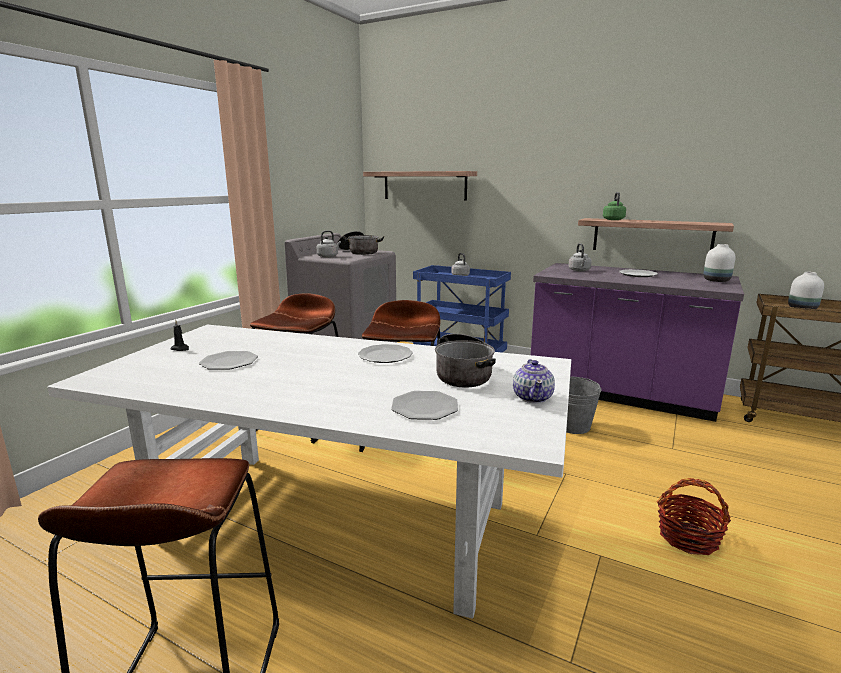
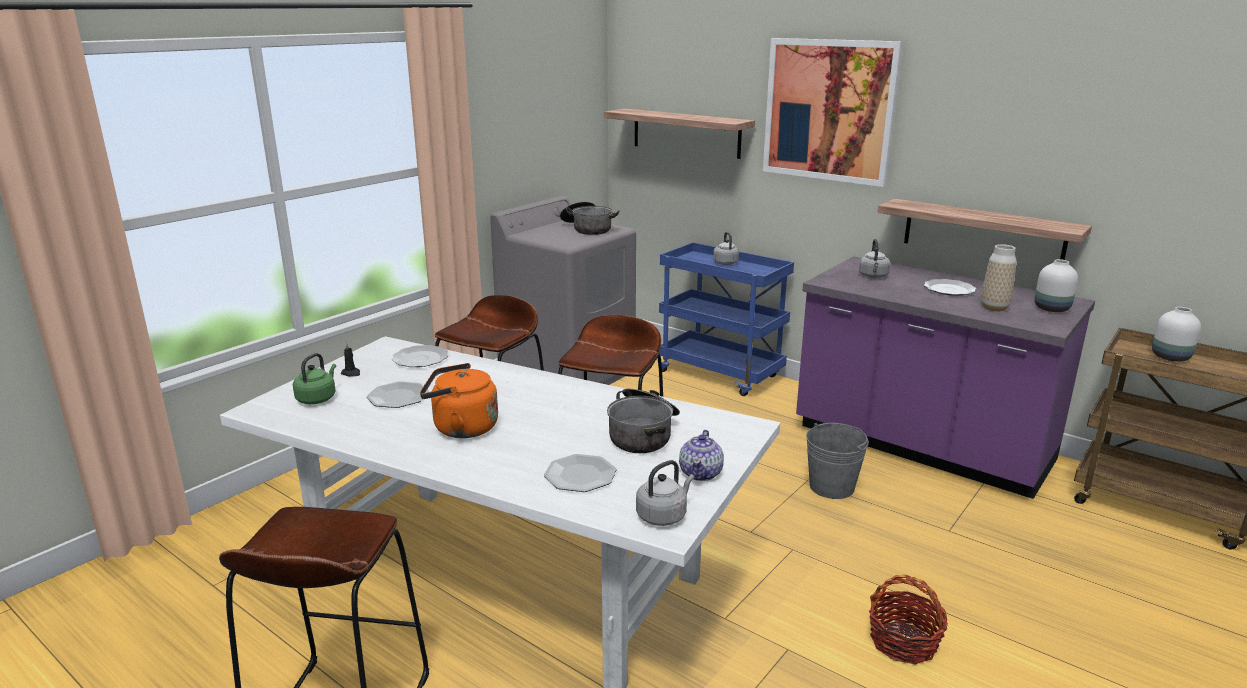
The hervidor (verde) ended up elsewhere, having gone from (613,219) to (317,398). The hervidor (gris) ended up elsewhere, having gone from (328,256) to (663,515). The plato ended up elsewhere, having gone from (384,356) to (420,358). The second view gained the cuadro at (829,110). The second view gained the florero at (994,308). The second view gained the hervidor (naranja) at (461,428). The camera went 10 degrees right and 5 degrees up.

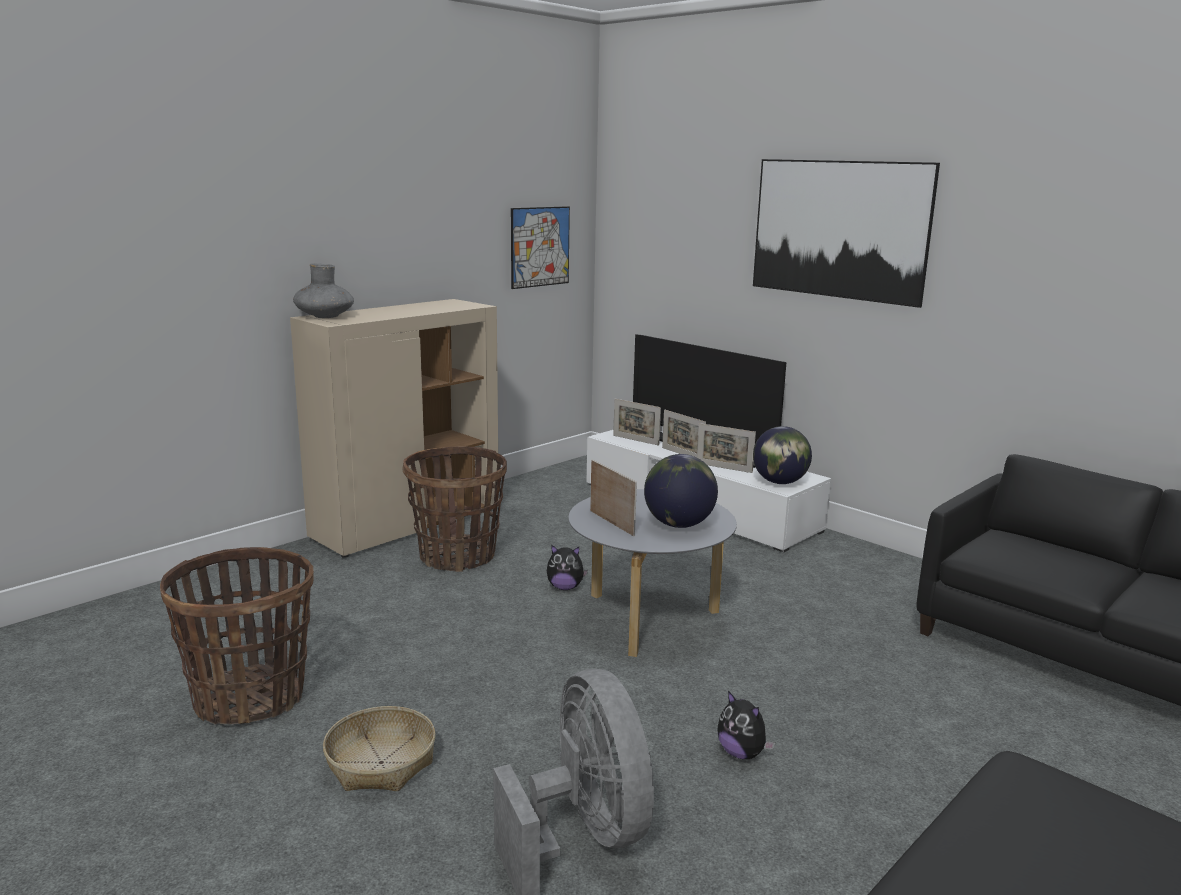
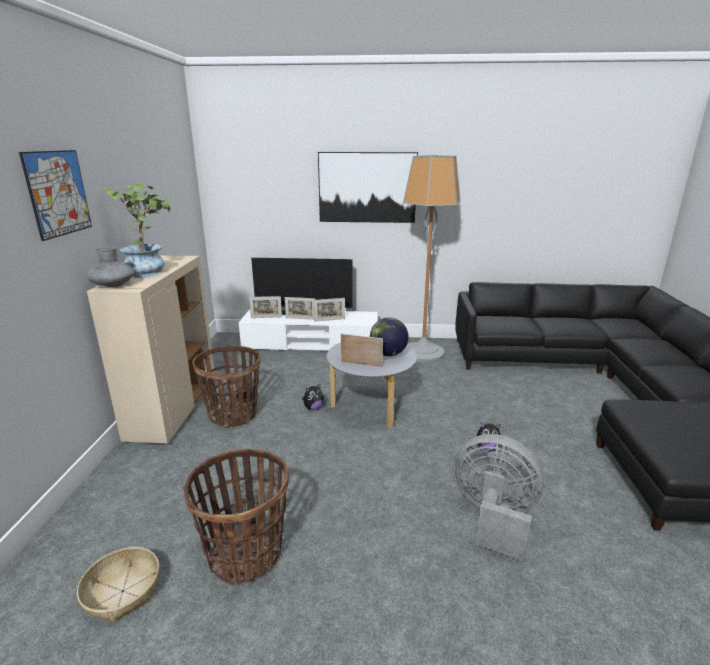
The cuadro ended up elsewhere, having gone from (540,247) to (58,193). The second view lost the globo terráqueo at (779,482). The cesta ended up elsewhere, having gone from (381,762) to (122,591). The second view gained the lámpara de pie at (423,352). The second view gained the planta en maceta at (149,271). The camera went 40 degrees left and 5 degrees up.

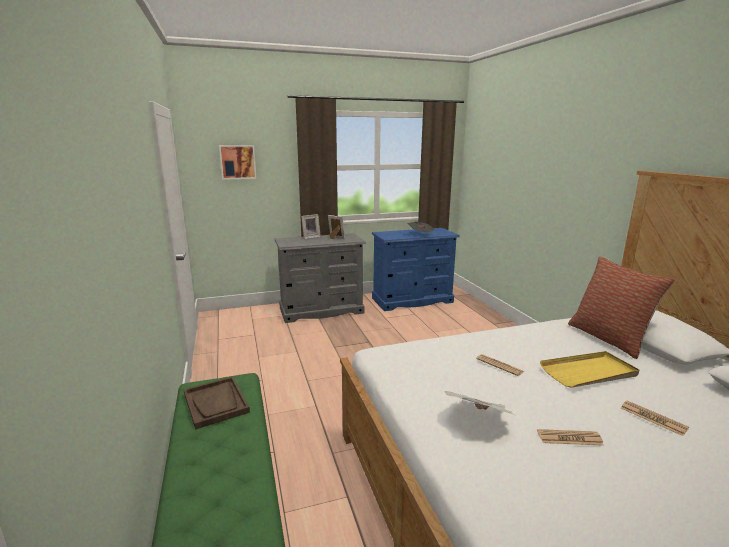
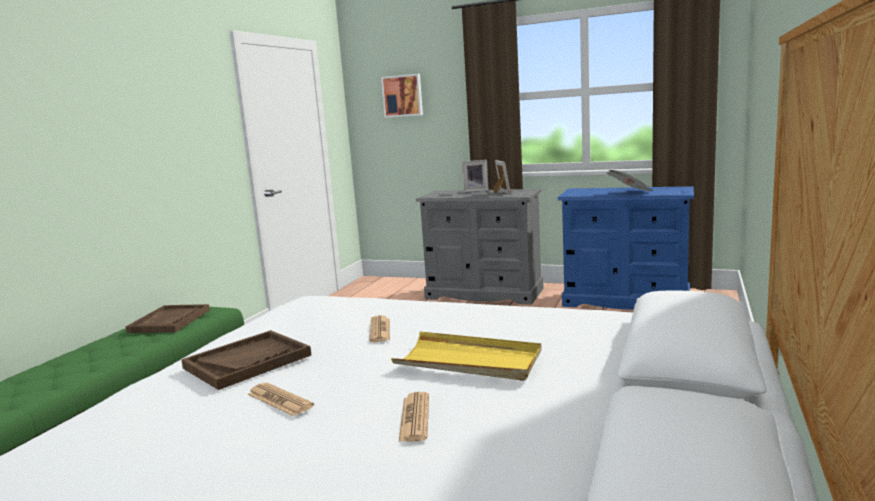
The second view lost the cojín at (609,338). Where the periódico stood at (480,418), the bandeja (marrón) came to stand at (247,361). The camera went 40 degrees right and 5 degrees down.

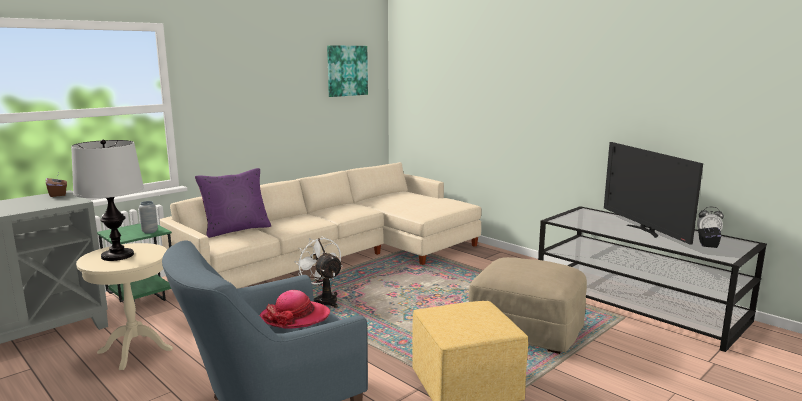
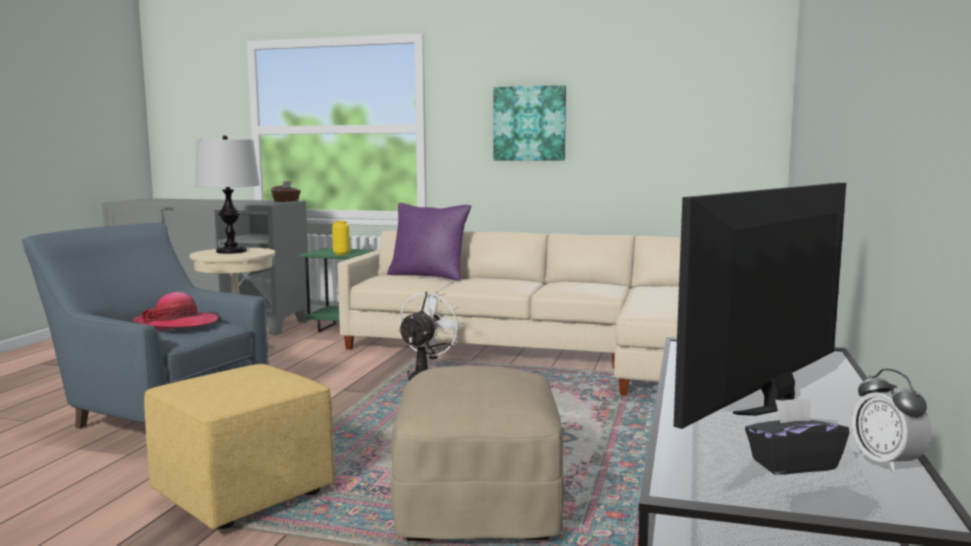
The cuadro ended up elsewhere, having gone from (347,70) to (529,123). What was the florero (gris) at (150,231) turned into the florero (amarillo) at (341,254). The camera went 60 degrees right and 5 degrees down.

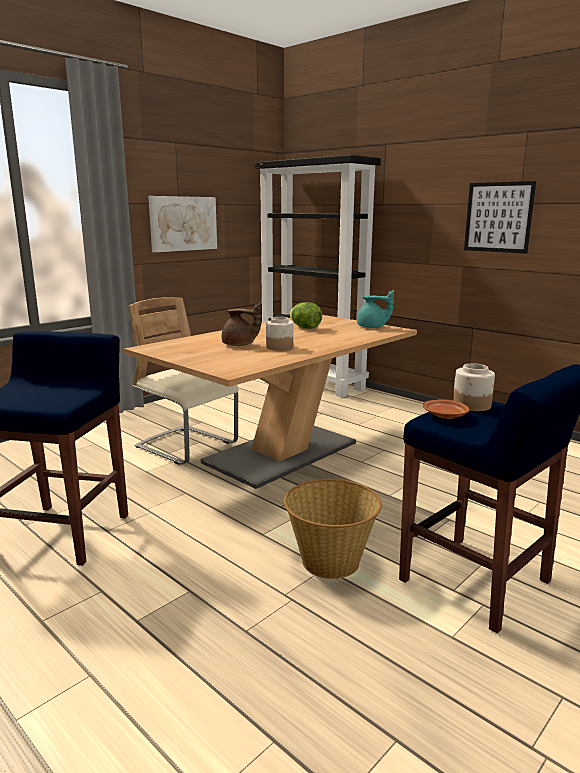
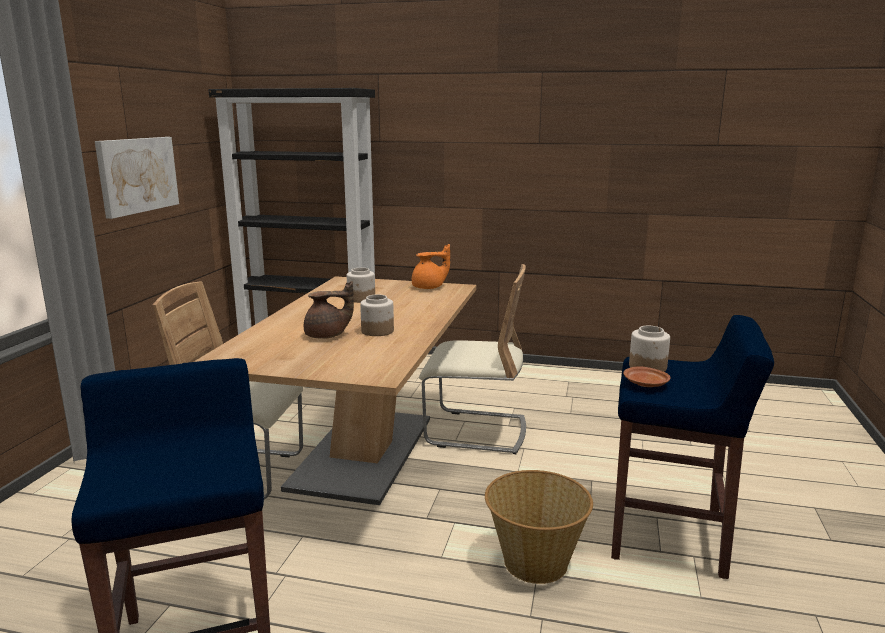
The second view lost the cuadro at (498,217). What was the tetera (turquesa) at (372,327) turned into the tetera (naranja) at (429,287). Where the lechuga stood at (305,328), the tarro came to stand at (361,299). The second view gained the silla (beis) at (475,431). The camera went 30 degrees left and 0 degrees up.

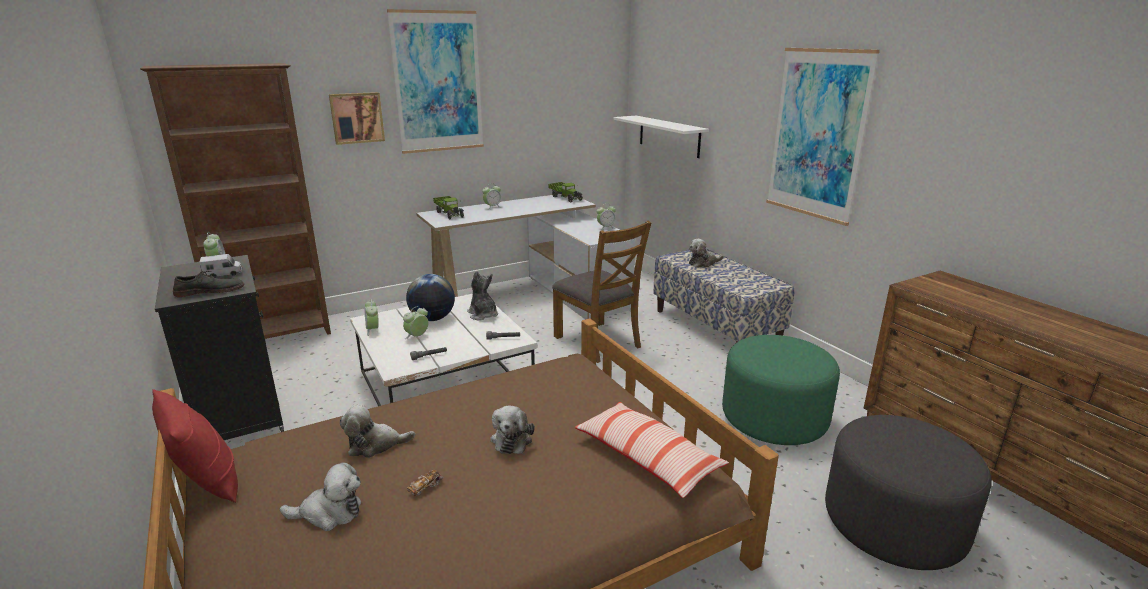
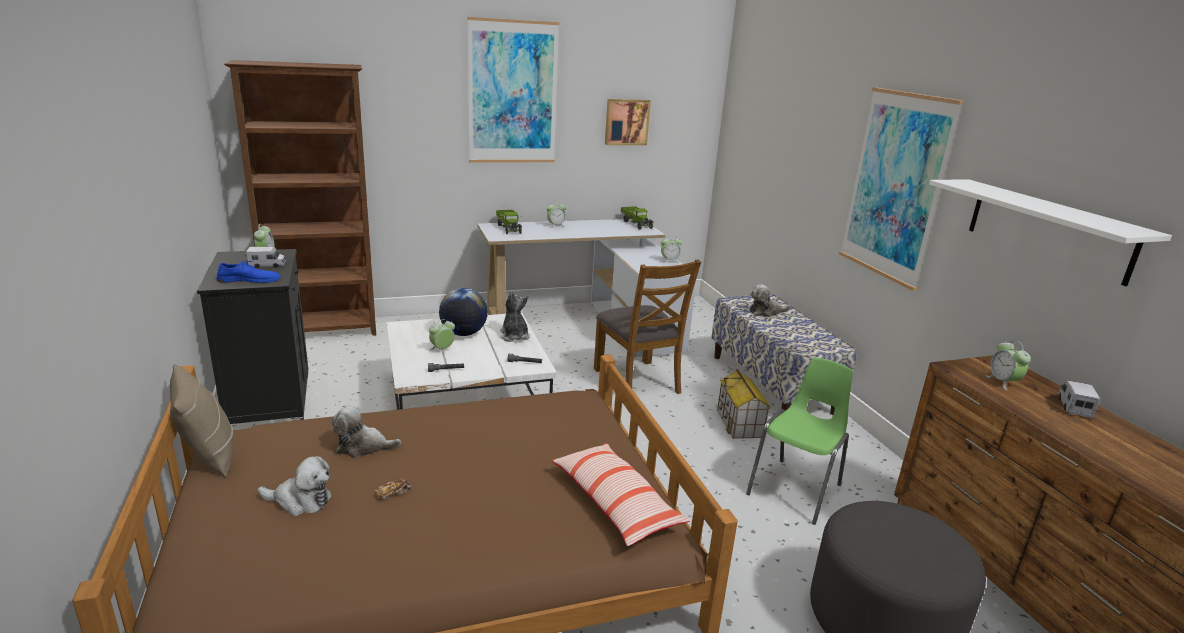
The cuadro ended up elsewhere, having gone from (357,118) to (626,122). The estante (blanco) ended up elsewhere, having gone from (669,136) to (1048,229). What was the zapato (gris) at (210,291) turned into the zapato (azul) at (249,280). The despertador ended up elsewhere, having gone from (373,330) to (1003,382). Where the puf (verde) stood at (774,418), the silla (verde) came to stand at (796,490). What was the cojín (rojo) at (207,482) turned into the cojín (beis) at (209,455). The second view lost the peluche at (512,438). The second view gained the casita at (740,424). The second view gained the camión de juguete at (1074,407). The camera went 10 degrees right and 0 degrees up.

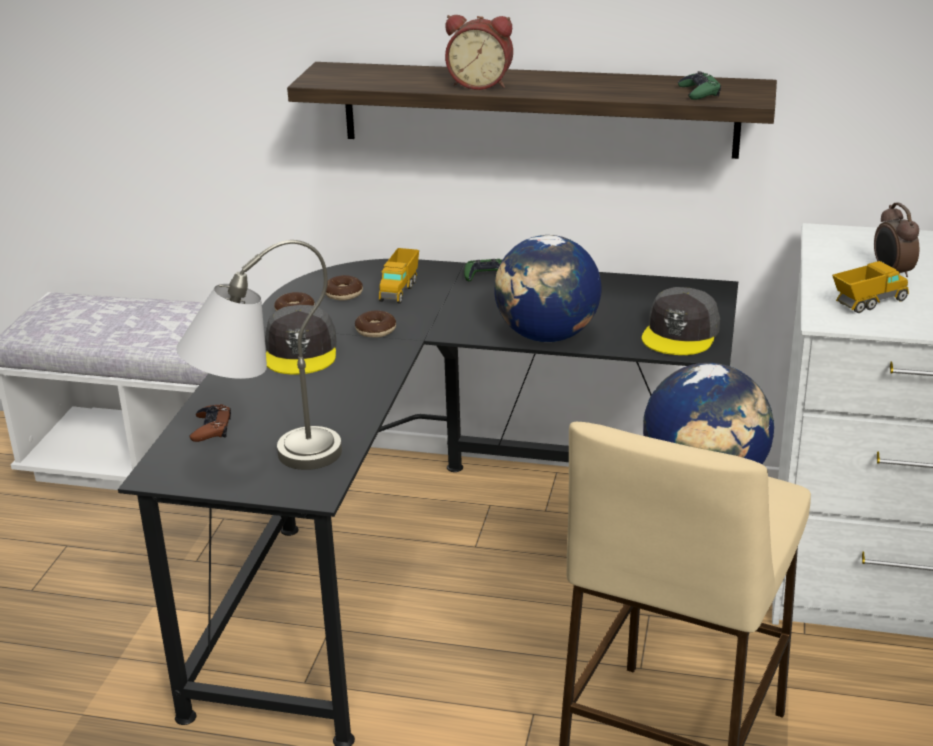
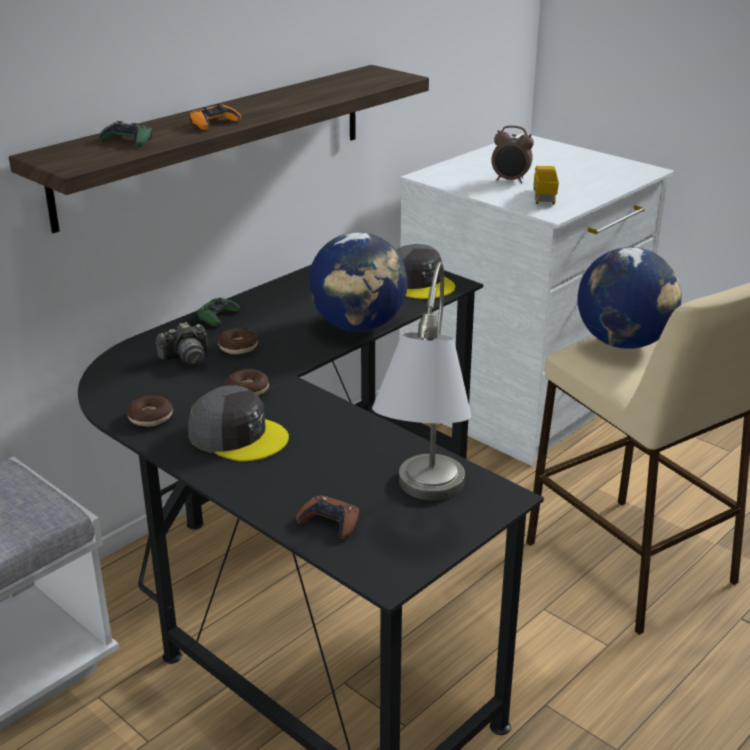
Where the despertador stood at (480,84), the mando de consola (naranja) came to stand at (214,123). The mando de consola (verde) ended up elsewhere, having gone from (699,92) to (127,141). Where the camión de juguete stood at (399,290), the cámara came to stand at (186,358). The rosquilla ended up elsewhere, having gone from (343,294) to (238,347). The camera went 60 degrees left and 0 degrees up.

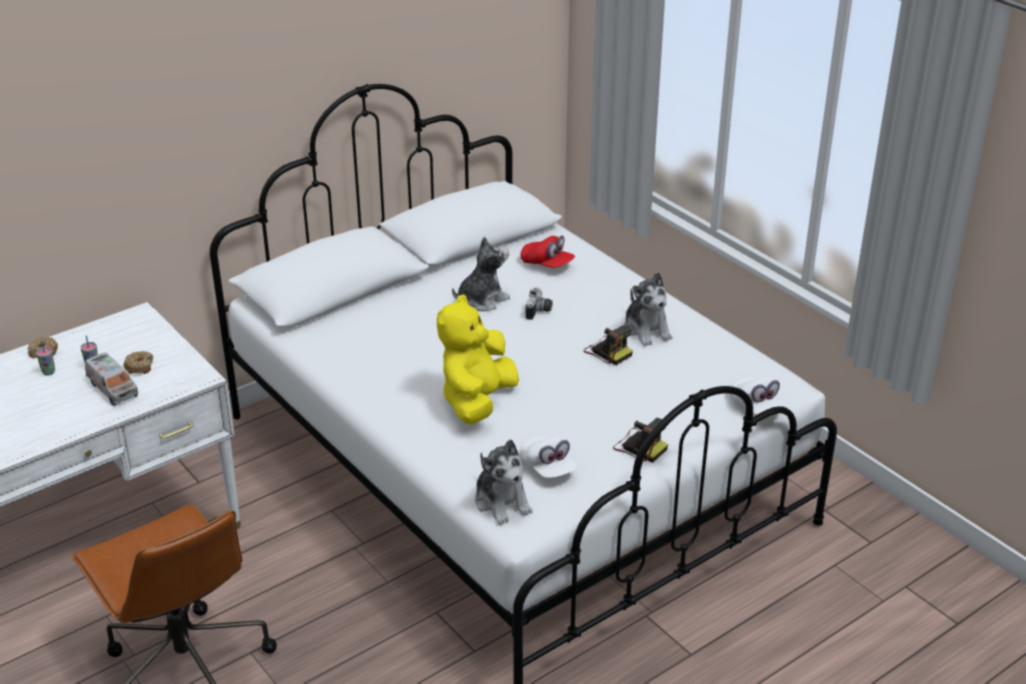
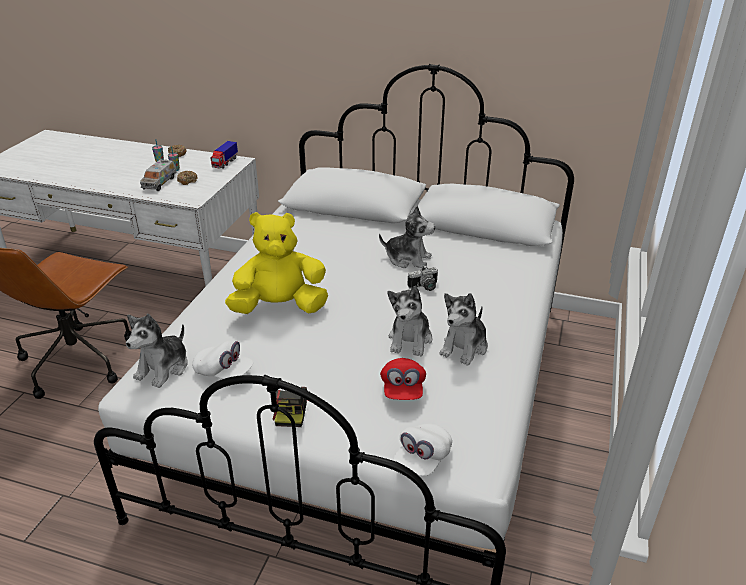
The gorra (rojo) ended up elsewhere, having gone from (547,264) to (402,389). Where the cámara stood at (607,351), the peluche came to stand at (410,339). The gorra (blanco) at (547,468) ended up facing another way, 90 degrees counterclockwise from before. The second view gained the camión de juguete at (225,163). The camera went 55 degrees right and 0 degrees up.

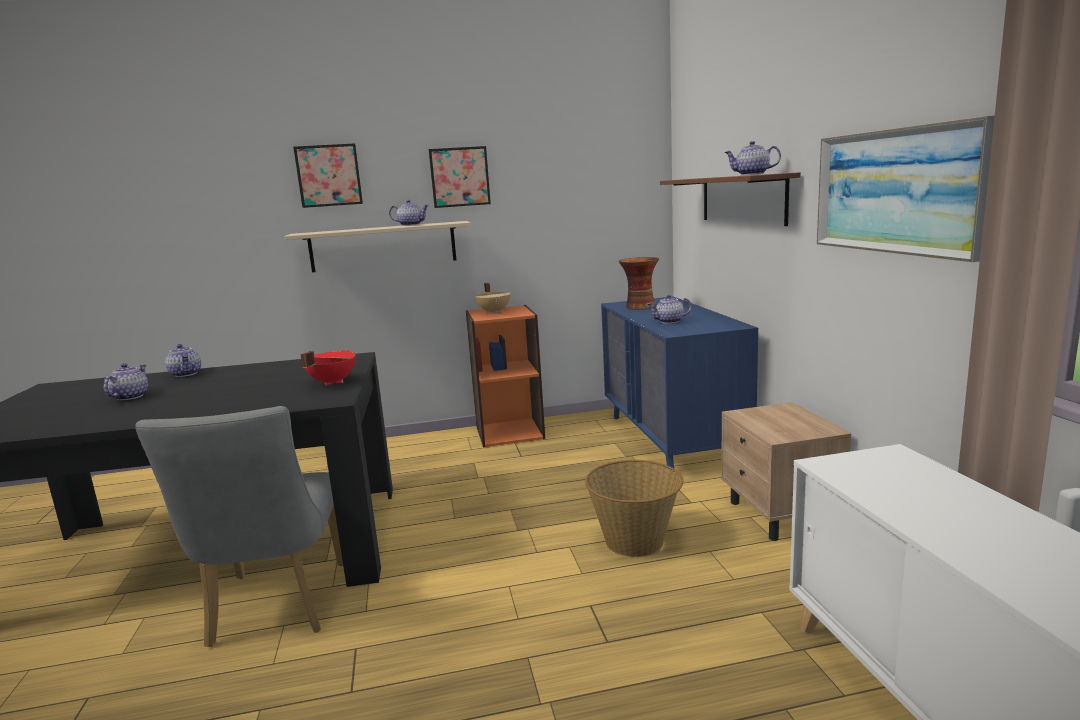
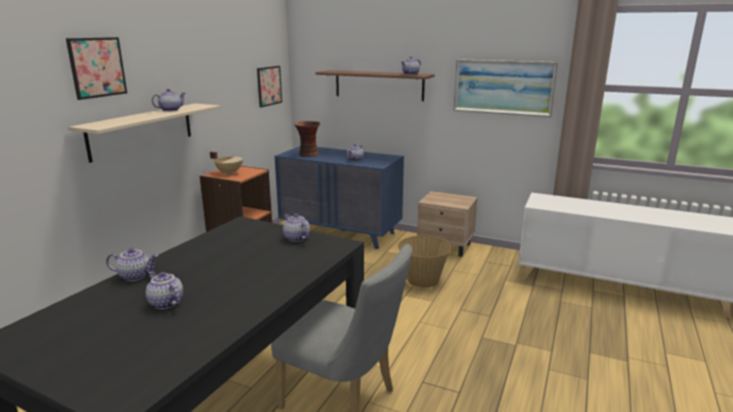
The cuadro ended up elsewhere, having gone from (460,177) to (269,86). Where the olla (rojo) stood at (331,382), the tetera came to stand at (296,238). The camera went 55 degrees left and 5 degrees up.

